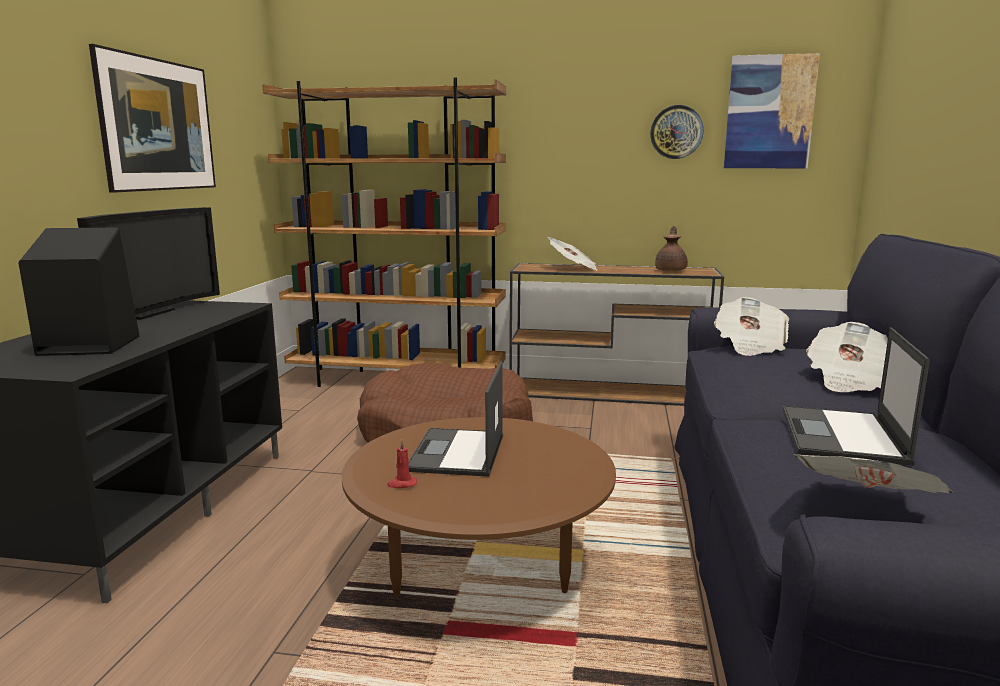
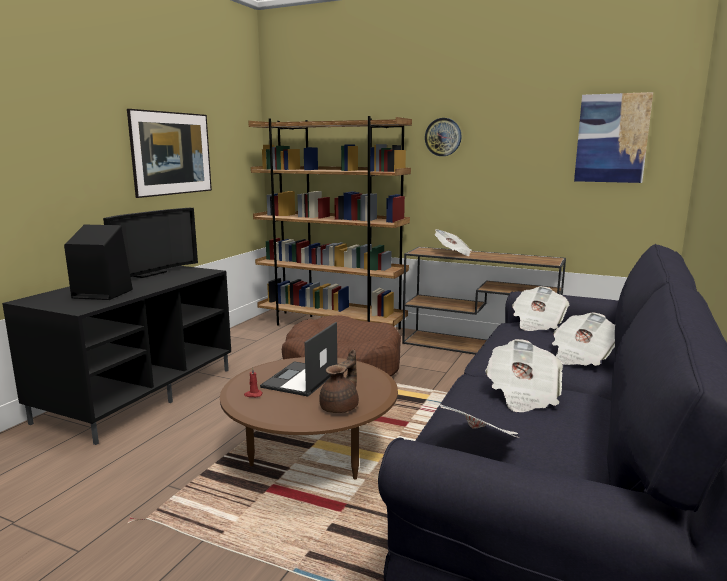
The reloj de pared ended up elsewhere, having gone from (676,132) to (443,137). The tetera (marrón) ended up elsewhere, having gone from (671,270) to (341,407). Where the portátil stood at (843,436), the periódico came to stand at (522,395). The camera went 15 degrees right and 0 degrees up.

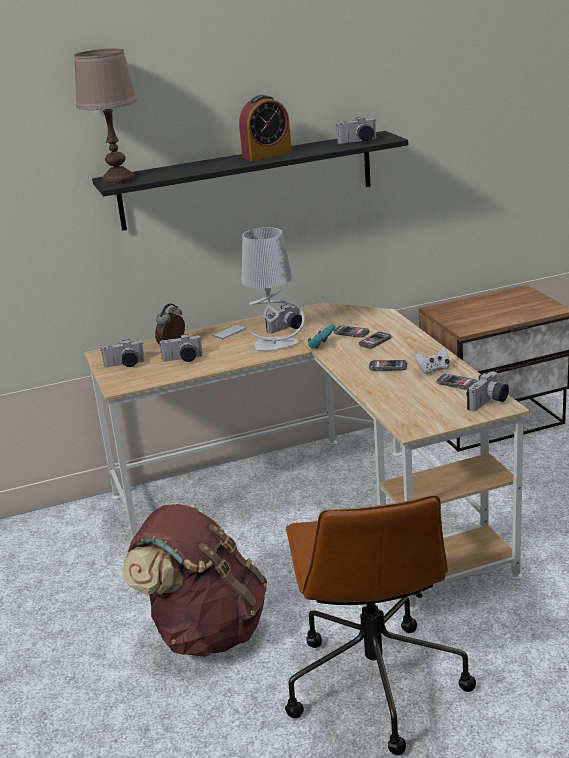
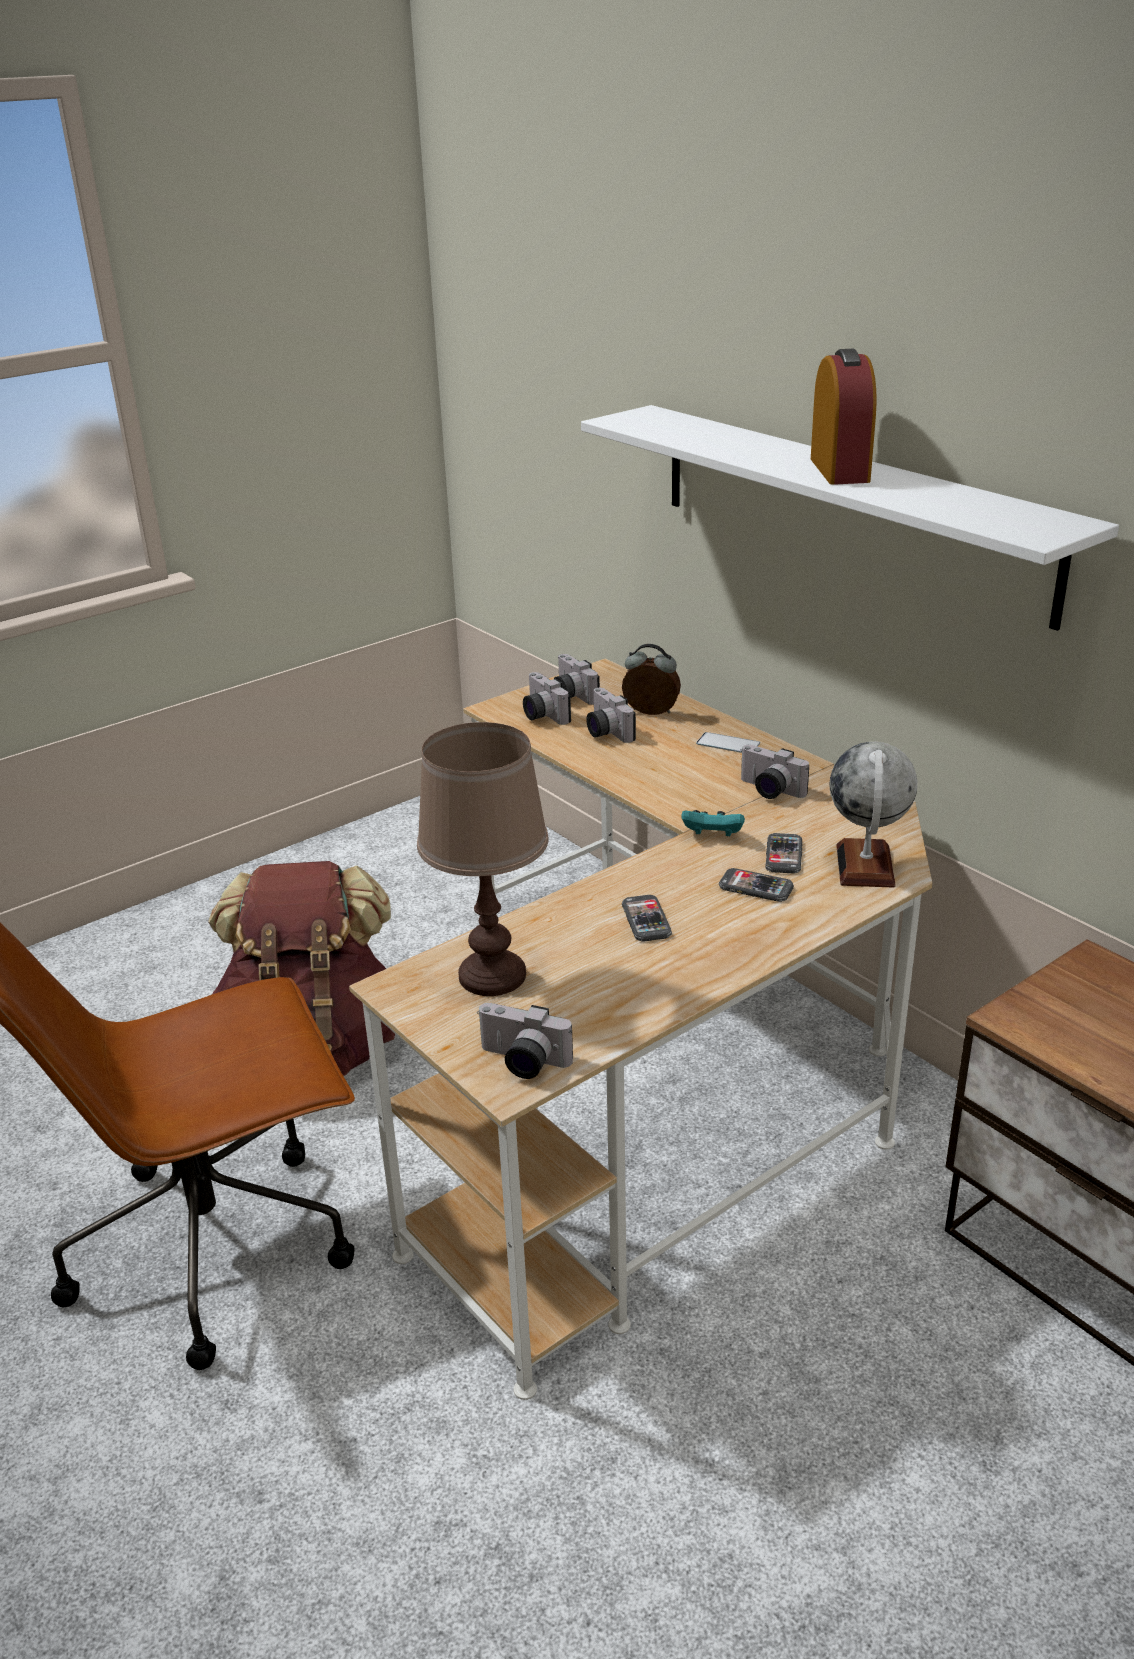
The lámpara de mesa (marrón) ended up elsewhere, having gone from (118,179) to (493,975). The despertador at (267,155) ended up facing another way, 135 degrees counterclockwise from before. The cámara ended up elsewhere, having gone from (358,142) to (541,715). What was the estante (negro) at (247,180) turned into the estante (blanco) at (846,508). The second view lost the lámpara de mesa (gris) at (275,344). The second view lost the mando de consola (blanco) at (433,370). The second view lost the móvil at (456,383). The second view gained the globo terráqueo at (865,866). The camera went 70 degrees right and 5 degrees up.

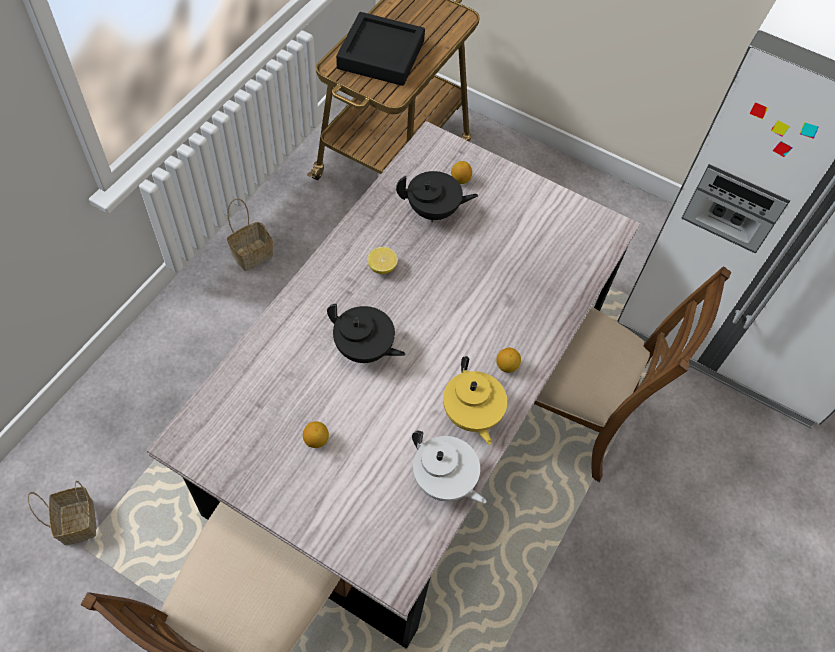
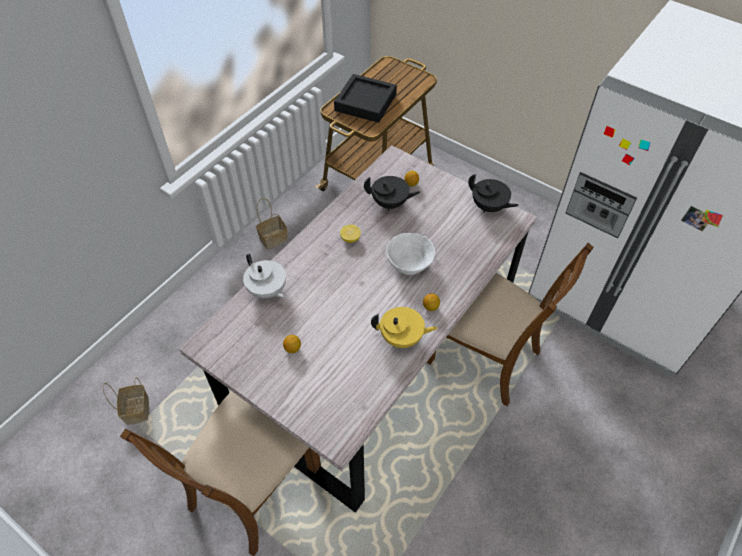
The tetera (negro) ended up elsewhere, having gone from (364,349) to (489,207). The tetera (amarillo) at (471,415) ended up facing another way, 75 degrees counterclockwise from before. The tetera (blanco) ended up elsewhere, having gone from (444,481) to (267,290). The second view gained the cuenco (blanco) at (409,264). The camera went 10 degrees right and 5 degrees down.

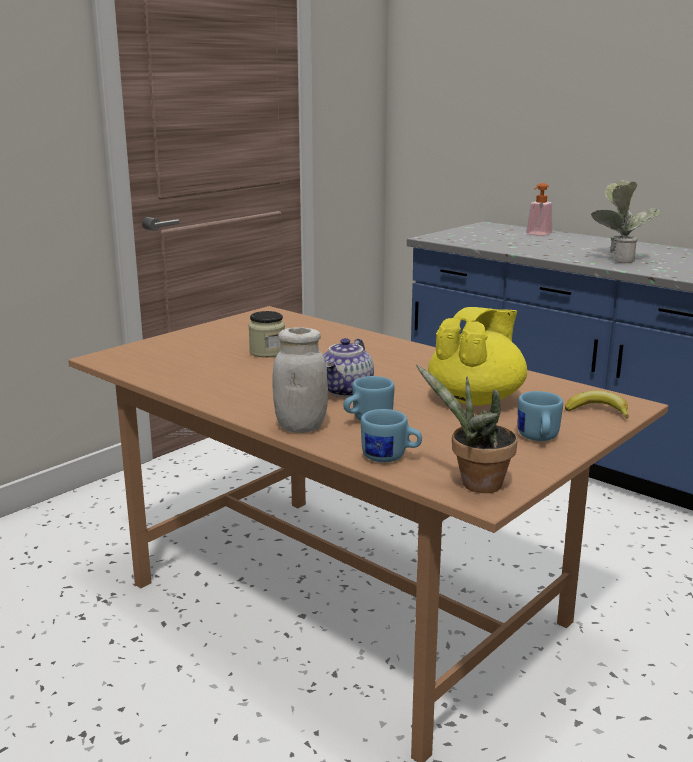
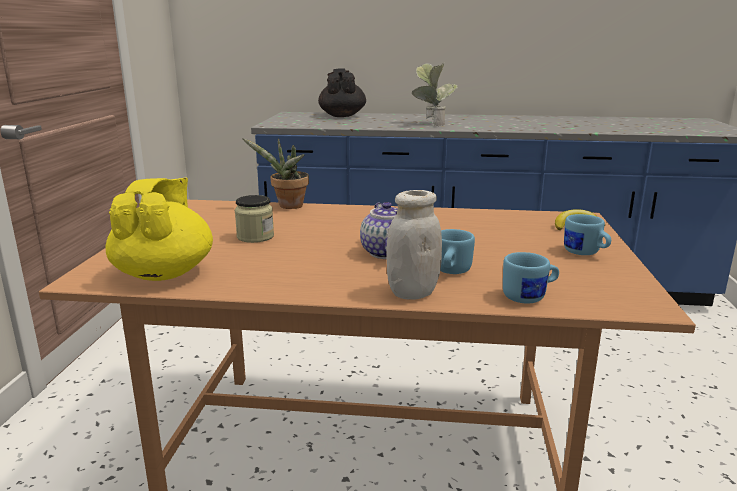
Where the dispensador de jabón stood at (537,235), the tetera (negro) came to stand at (342,116). The tetera (amarillo) ended up elsewhere, having gone from (476,399) to (165,273). The planta en maceta ended up elsewhere, having gone from (475,485) to (287,206). The camera went 35 degrees left and 0 degrees up.

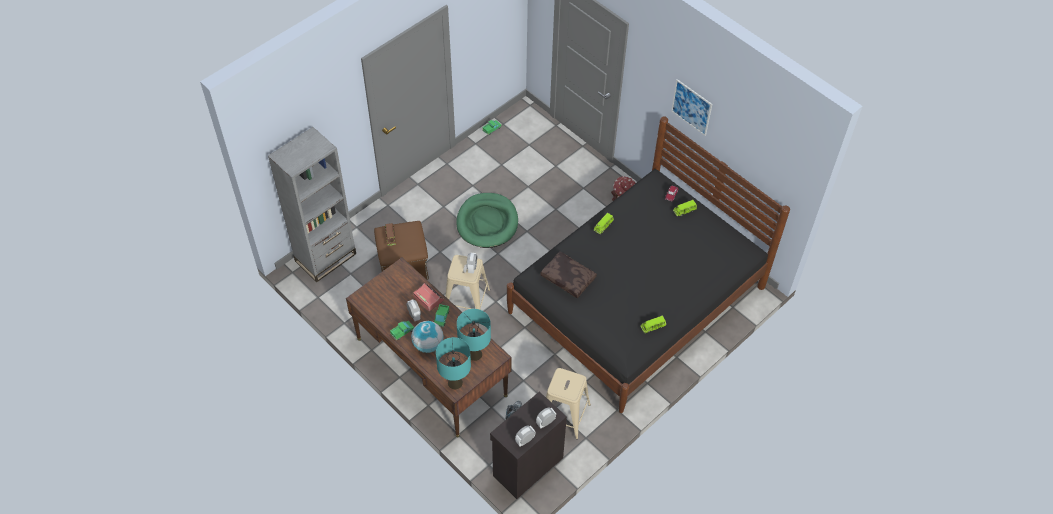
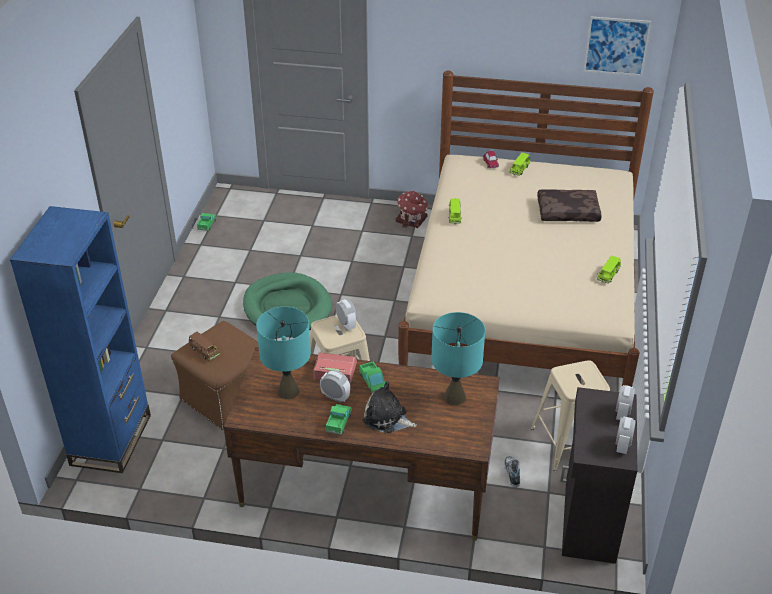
The cuadro ended up elsewhere, having gone from (691,107) to (616,46). What was the cama (negro) at (636,299) turned into the cama (beis) at (522,297). What was the estantería (gris) at (325,257) turned into the estantería (azul) at (111,440). The cojín (marrón) ended up elsewhere, having gone from (569,278) to (568,211). Where the globo terráqueo stood at (428,345), the peluche came to stand at (387,418). The lámpara de mesa (turquesa) ended up elsewhere, having gone from (455,383) to (288,391). The camera went 35 degrees left and 15 degrees down.

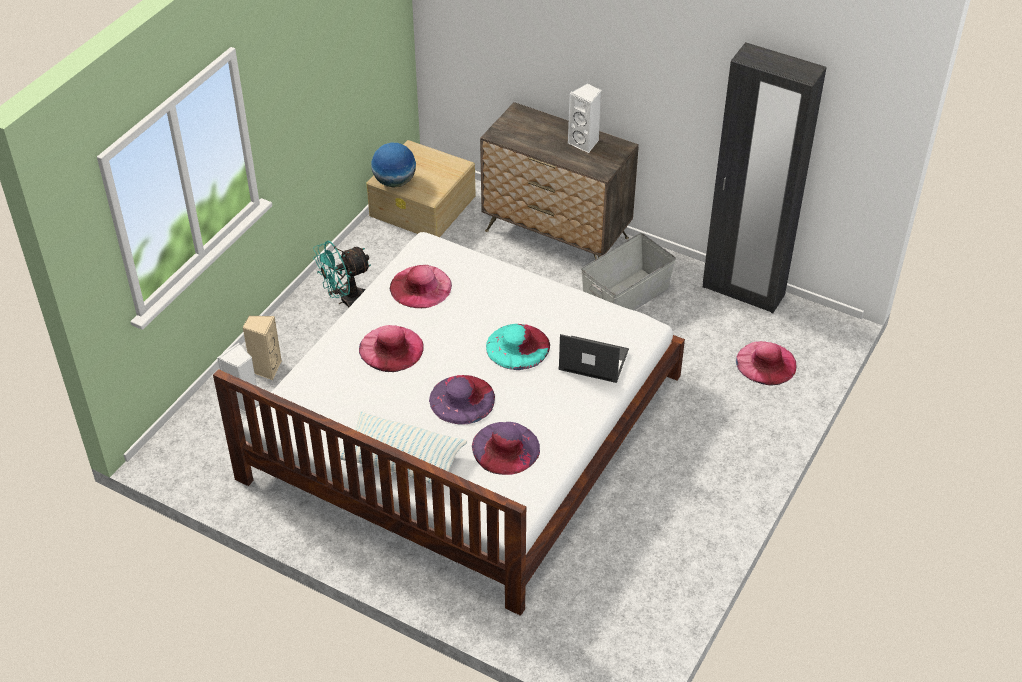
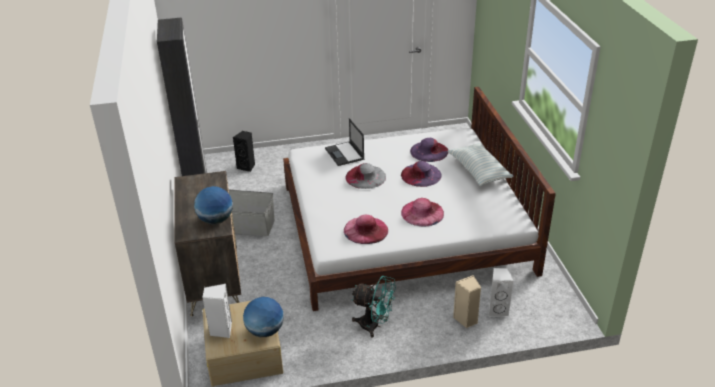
The altavoz (blanco) ended up elsewhere, having gone from (585,143) to (221,330). What was the sombrero (turquesa) at (518,346) turned into the sombrero (gris) at (365,177). Where the sombrero (rosa) stood at (766,363), the altavoz (negro) came to stand at (247,167). The second view gained the globo terráqueo at (215,220). The camera went 130 degrees left and 10 degrees down.

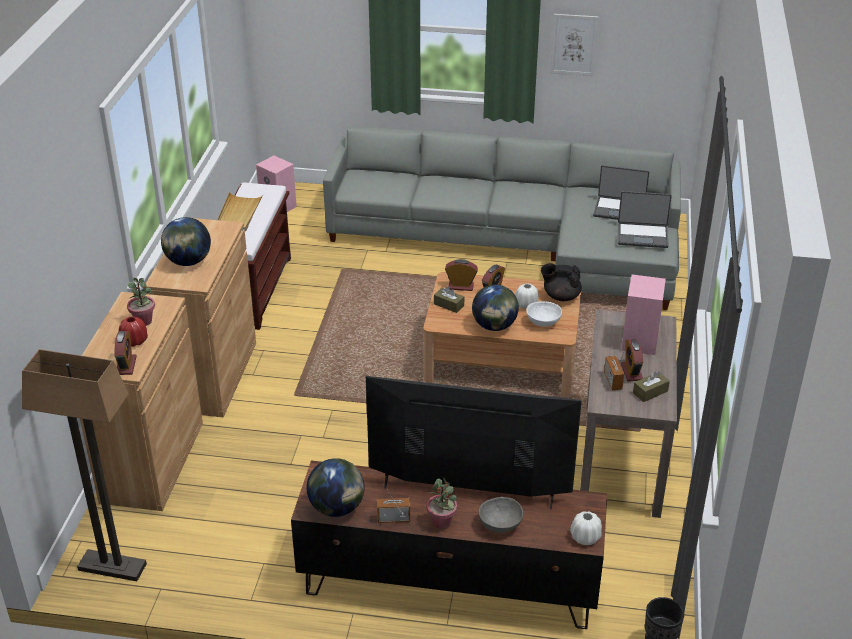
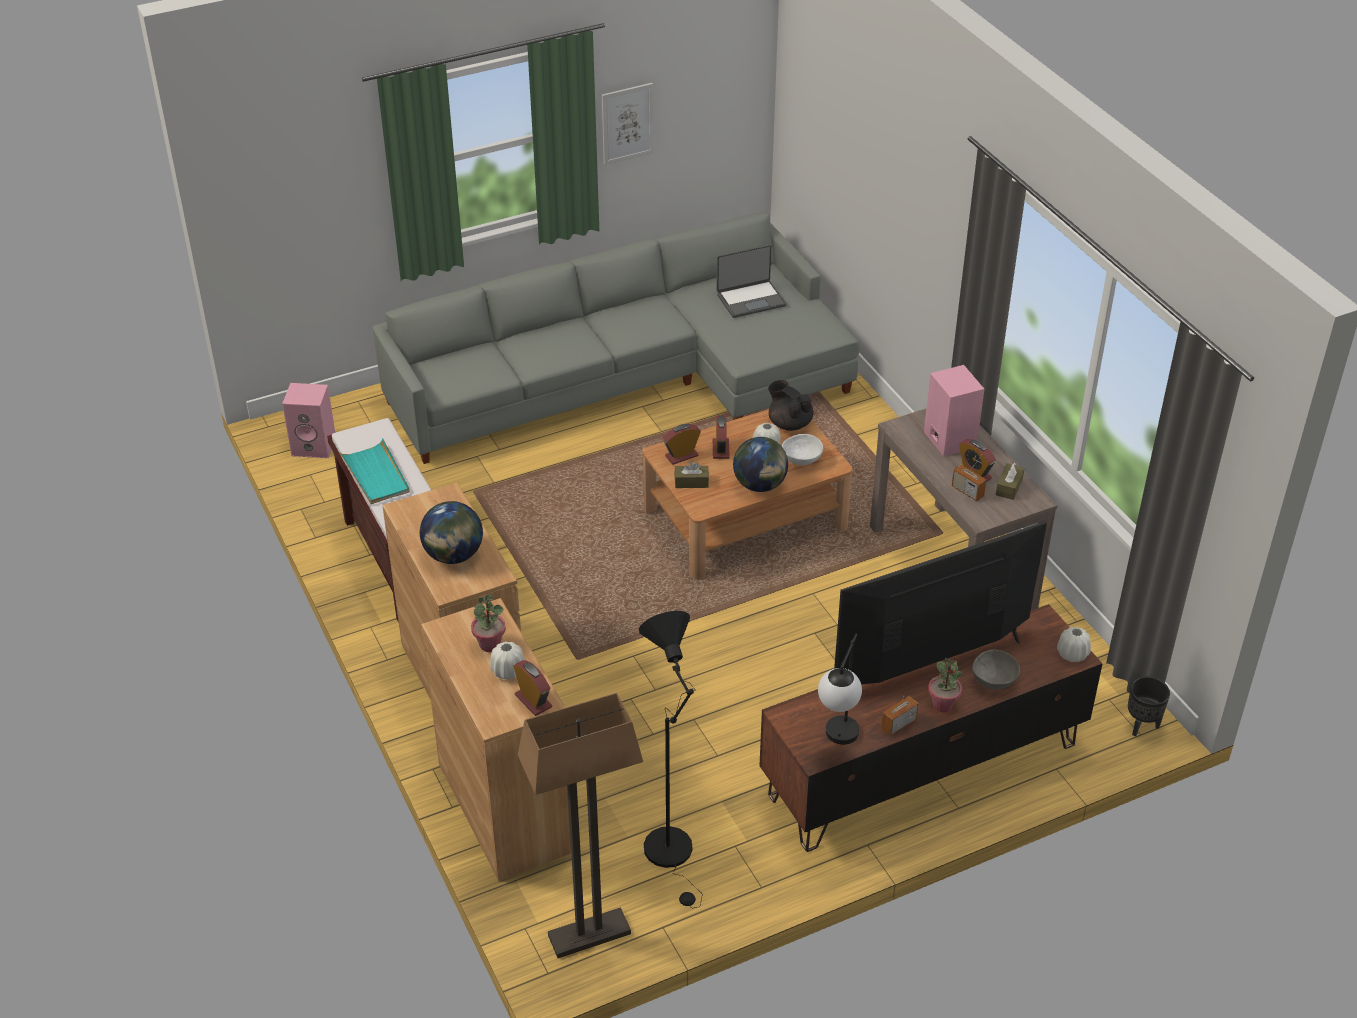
The second view lost the portátil at (642,236). What was the bandeja (beis) at (238,214) turned into the bandeja (turquesa) at (376,475). The tetera (negro) at (560,296) ended up facing another way, 75 degrees clockwise from before. What was the florero (rojo) at (134,341) turned into the florero (blanco) at (508,671). Where the globo terráqueo stood at (337,508), the lámpara de mesa came to stand at (838,742). The second view gained the lámpara de pie (negro) at (673,855). The camera went 35 degrees left and 5 degrees up.

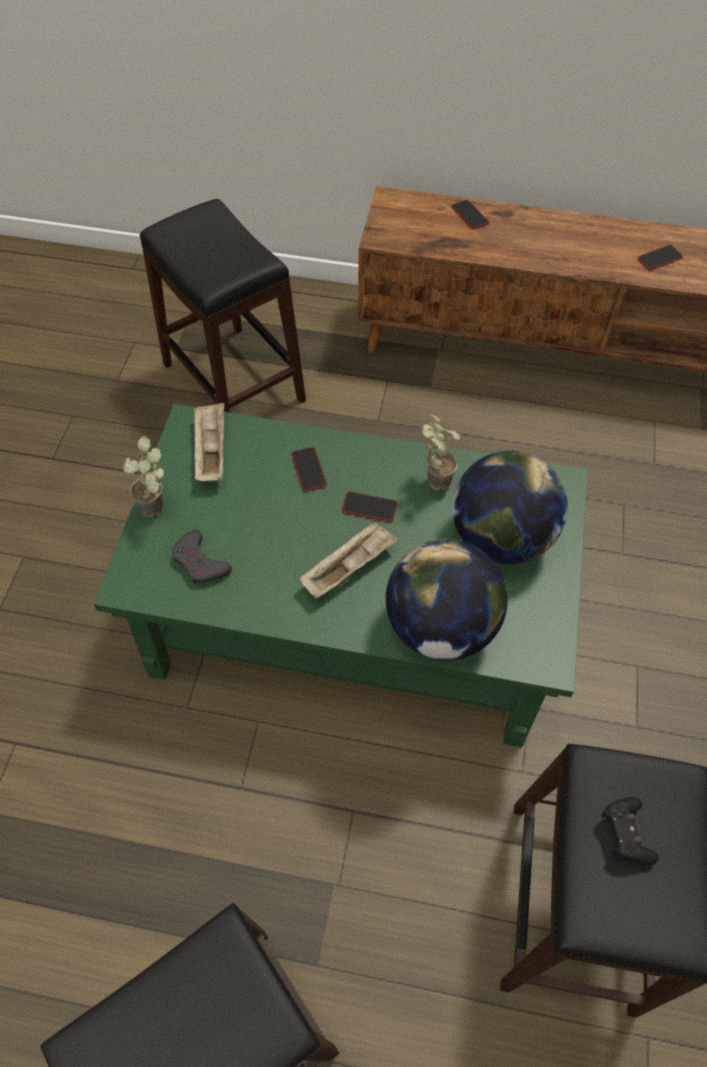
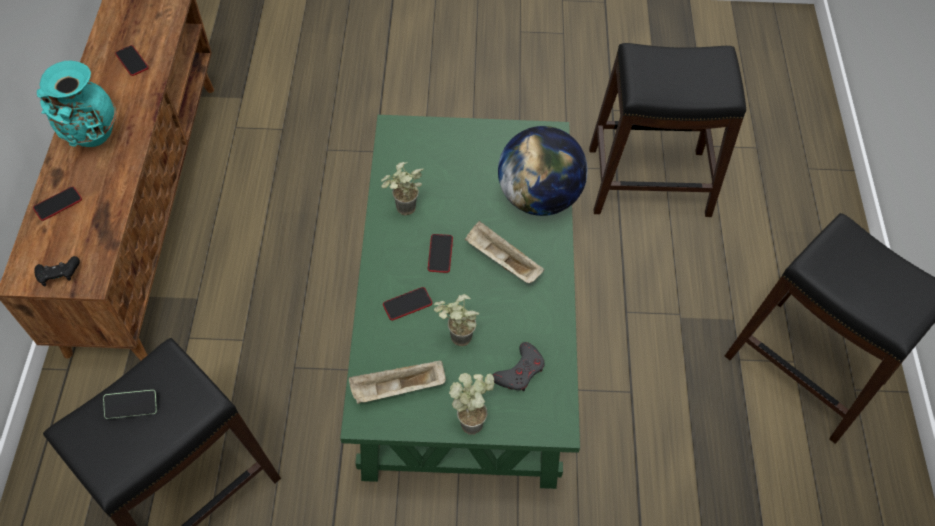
The second view lost the globo terráqueo at (500,537). The mando de consola (negro) ended up elsewhere, having gone from (625,834) to (59,275). The second view gained the florero (turquesa) at (92,138). The second view gained the planta en maceta at (455,340). The second view gained the móvil at (132,407). The camera went 100 degrees left and 0 degrees up.

